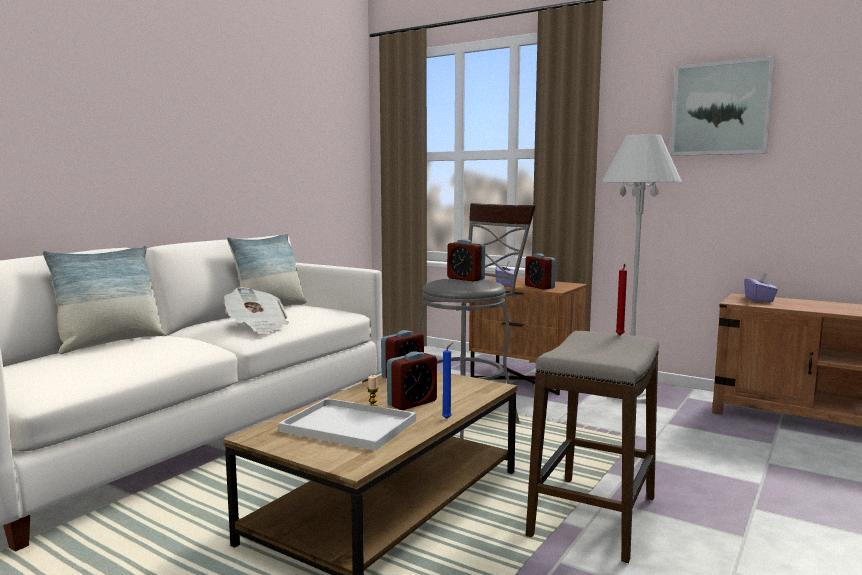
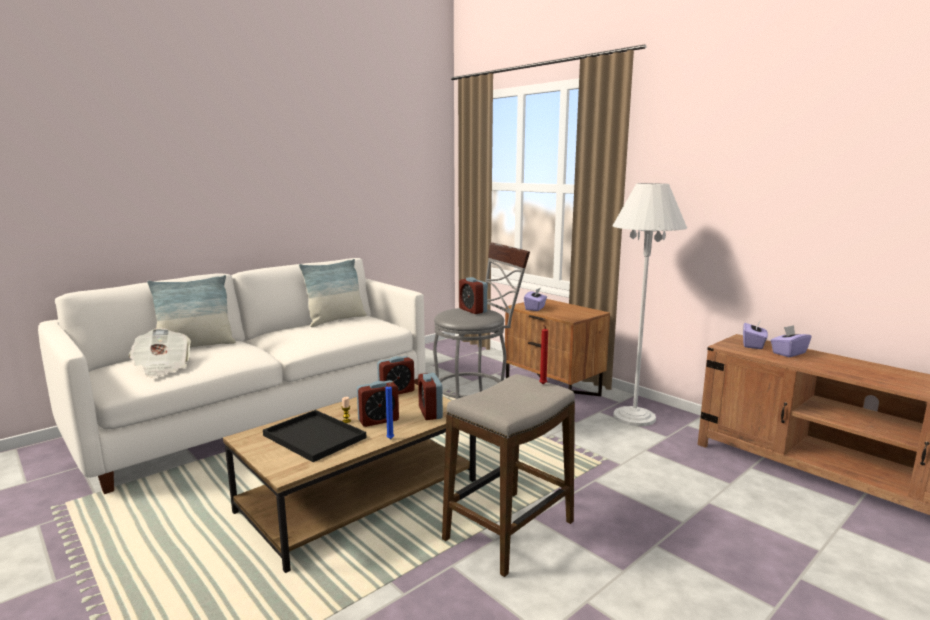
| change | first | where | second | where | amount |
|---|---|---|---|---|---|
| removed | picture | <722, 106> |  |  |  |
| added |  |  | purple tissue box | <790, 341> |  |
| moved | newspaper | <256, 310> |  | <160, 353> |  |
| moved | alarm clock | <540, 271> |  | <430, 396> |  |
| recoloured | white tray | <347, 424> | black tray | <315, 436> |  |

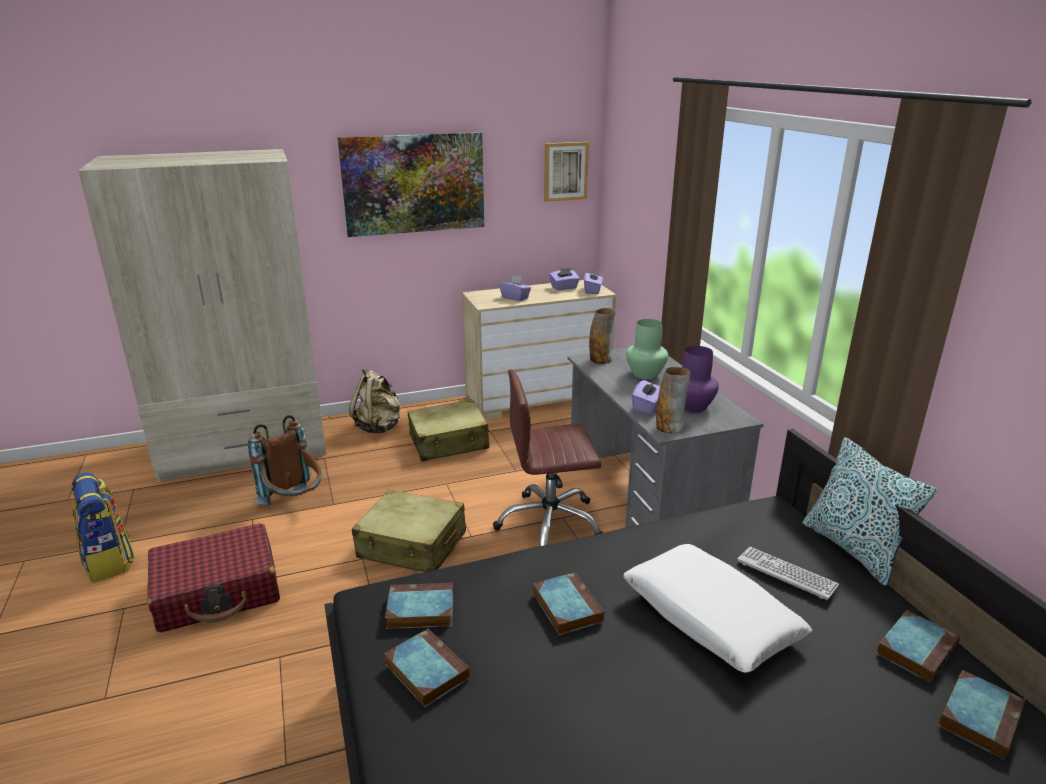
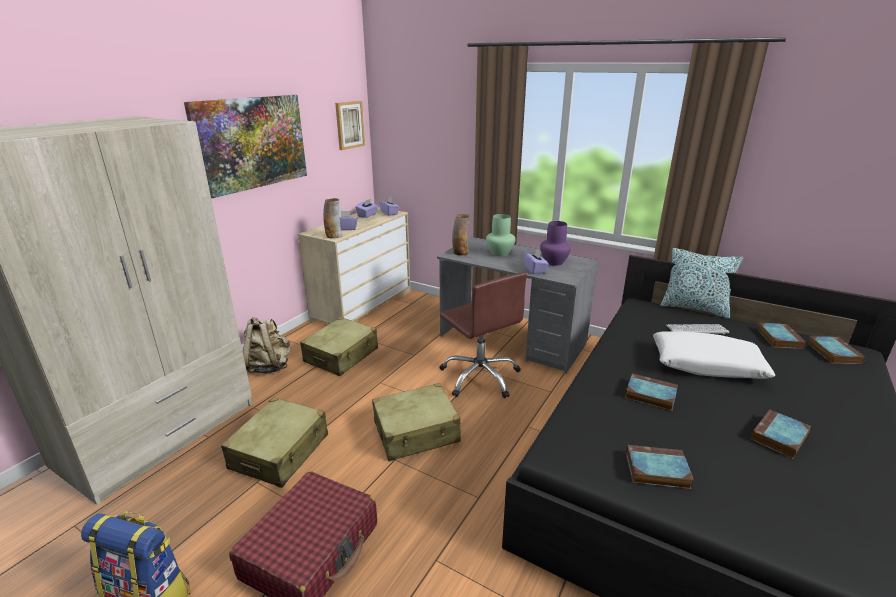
| change | first | where | second | where | amount |
|---|---|---|---|---|---|
| moved | book | <419, 606> |  | <781, 434> |  |
| moved | vase | <673, 400> |  | <332, 218> |  |
| replaced | brown backpack | <285, 460> | beige suitcase | <274, 442> |  |
| turned | brown office chair | <548, 457> |  | <483, 335> | 75 degrees counterclockwise |

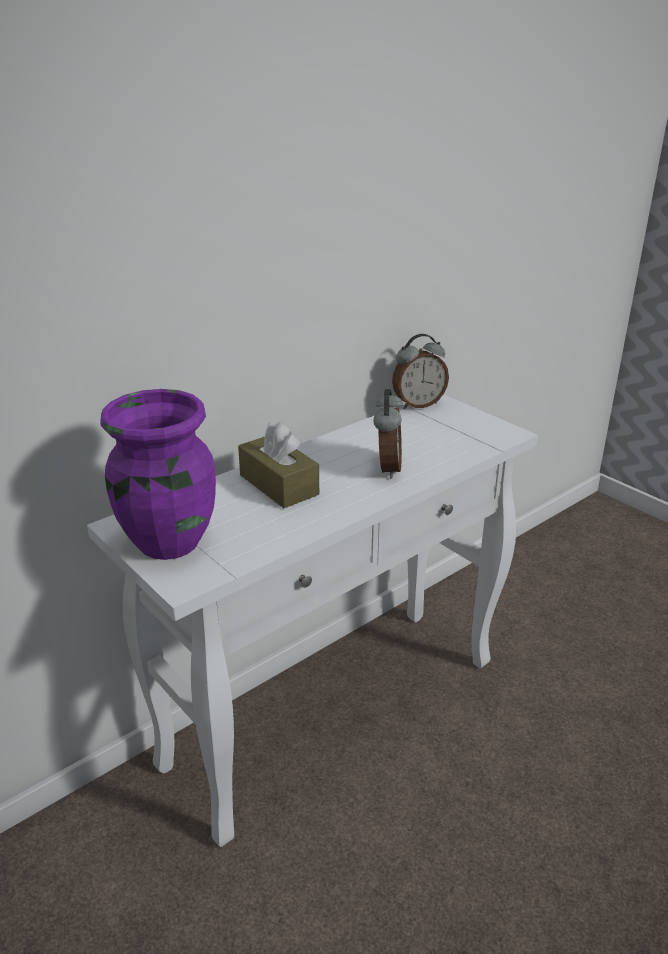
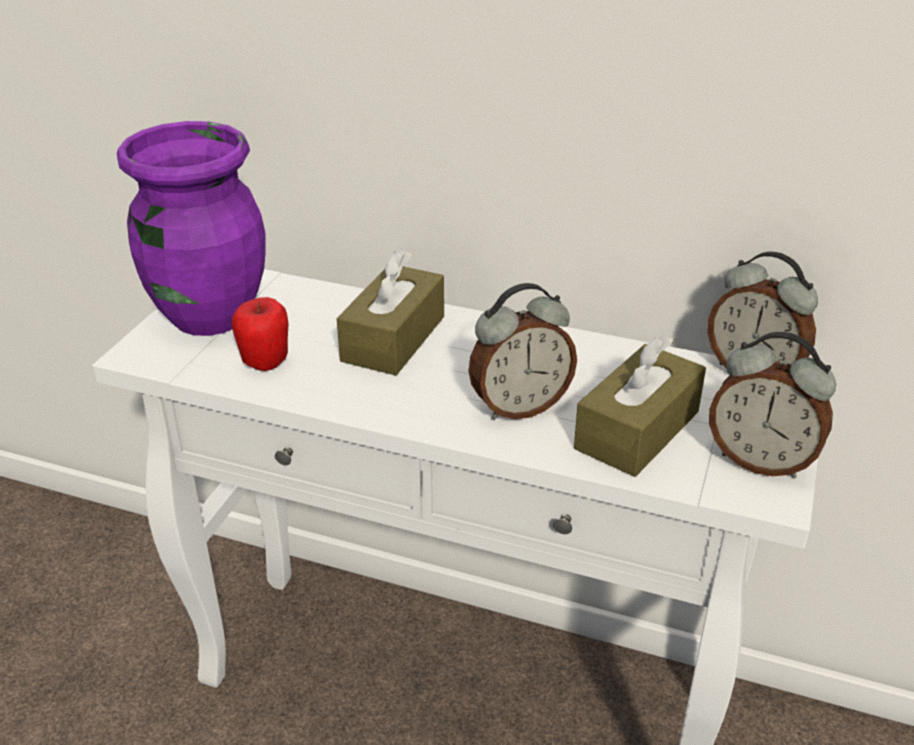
| change | first | where | second | where | amount |
|---|---|---|---|---|---|
| added |  |  | apple | <260, 334> |  |
| added |  |  | brown tissue box | <640, 405> |  |
| added |  |  | alarm clock | <772, 405> |  |

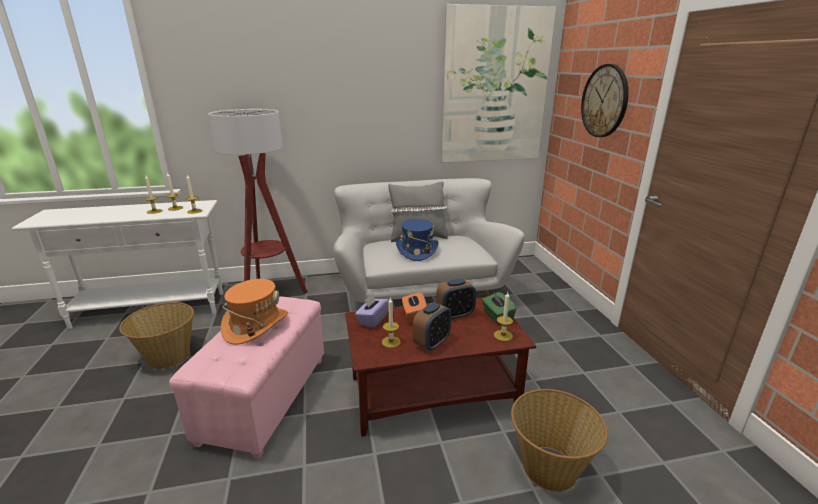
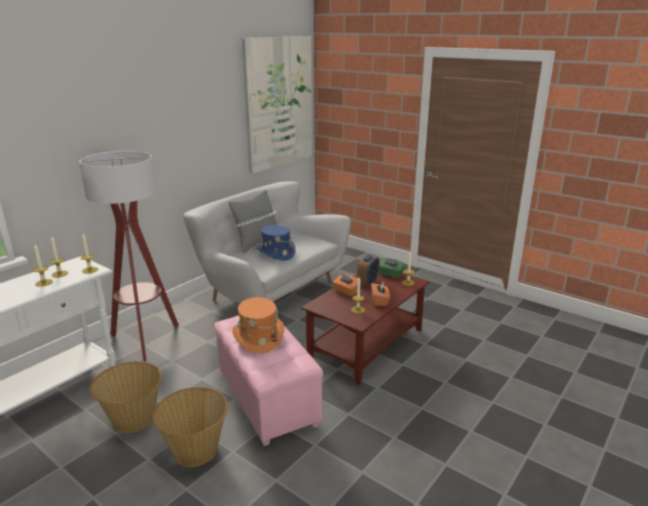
| change | first | where | second | where | amount |
|---|---|---|---|---|---|
| removed | purple tissue box | <372, 311> |  |  |  |
| removed | wall clock | <605, 100> |  |  |  |
| moved | basket | <559, 440> |  | <190, 427> |  |
| replaced | alarm clock | <432, 326> | orange tissue box | <380, 294> |  |

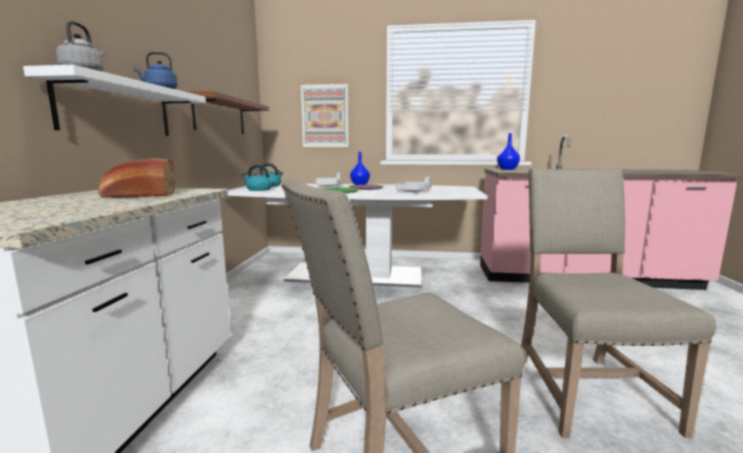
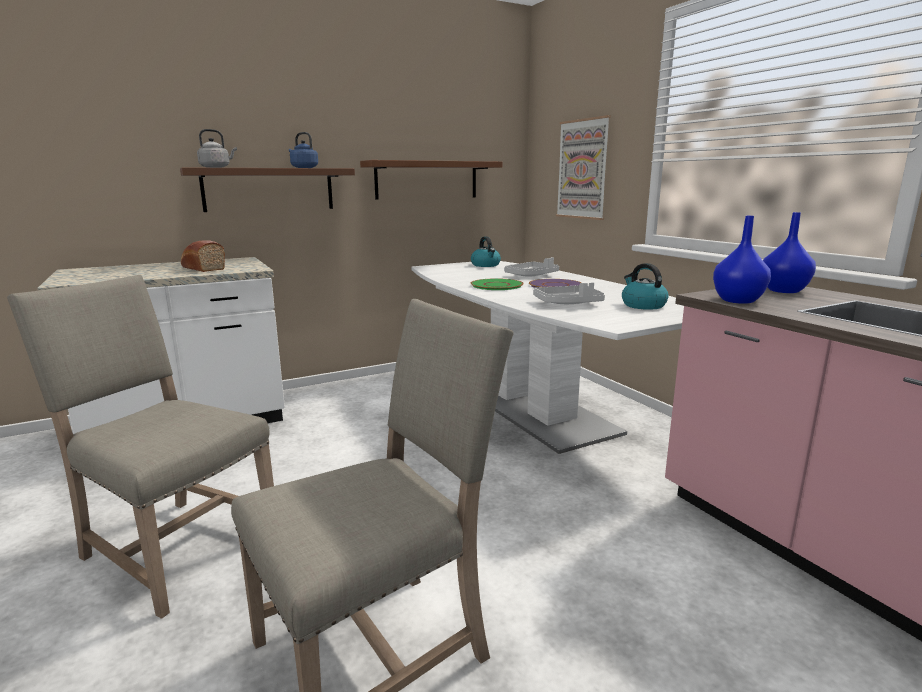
| change | first | where | second | where | amount |
|---|---|---|---|---|---|
| moved | kettle | <257, 178> |  | <645, 286> |  |
| moved | blue vase | <360, 168> |  | <742, 260> |  |
| recoloured | white shelf | <114, 100> | brown shelf | <267, 189> |  |

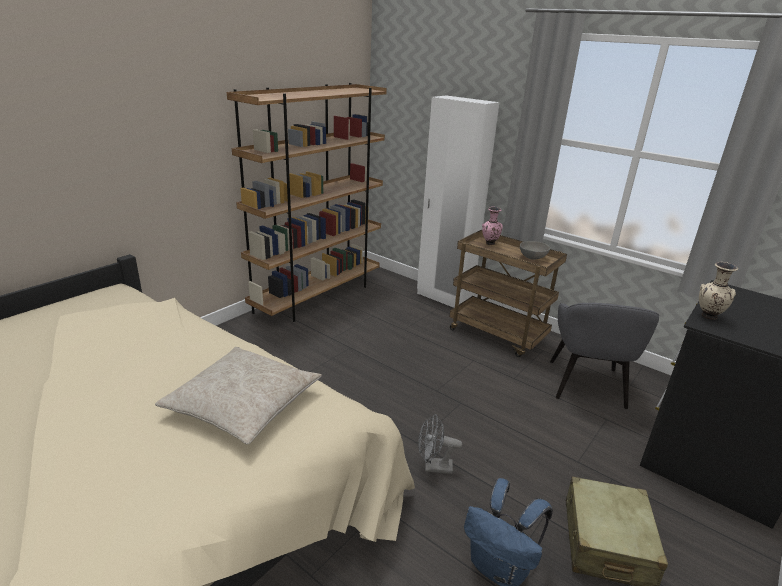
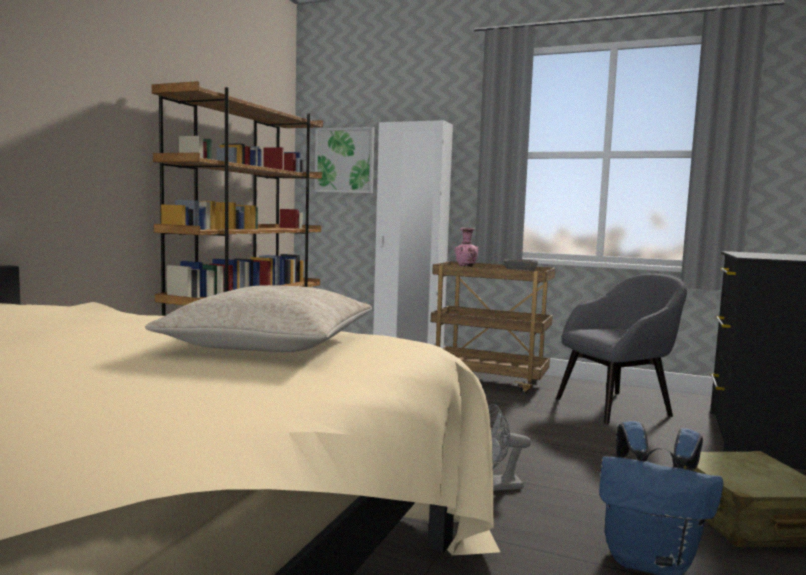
| change | first | where | second | where | amount |
|---|---|---|---|---|---|
| removed | beige vase | <718, 291> |  |  |  |
| added |  |  | picture | <345, 160> |  |
| turned | grey armchair | <604, 356> |  | <621, 348> | 105 degrees counterclockwise |

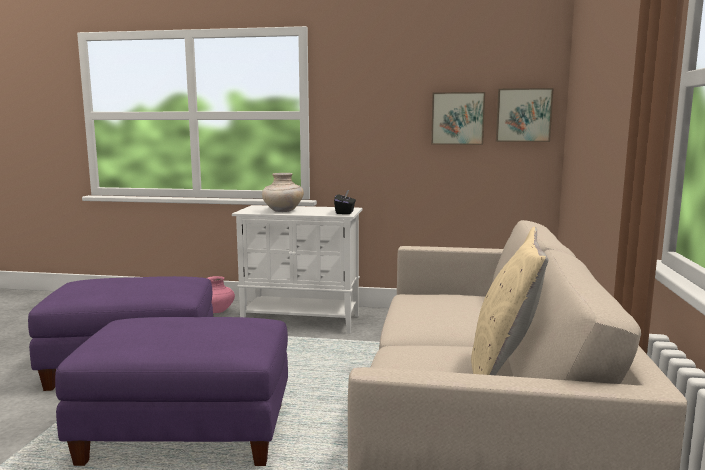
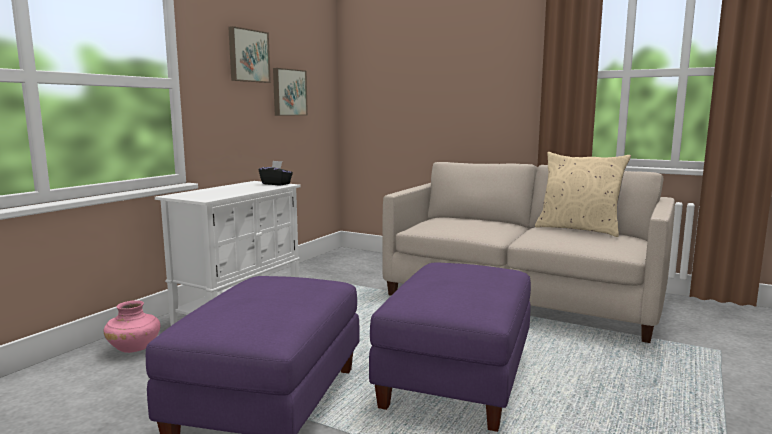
| change | first | where | second | where | amount |
|---|---|---|---|---|---|
| removed | beige vase | <283, 192> |  |  |  |
| moved | picture | <525, 115> |  | <249, 54> |  |

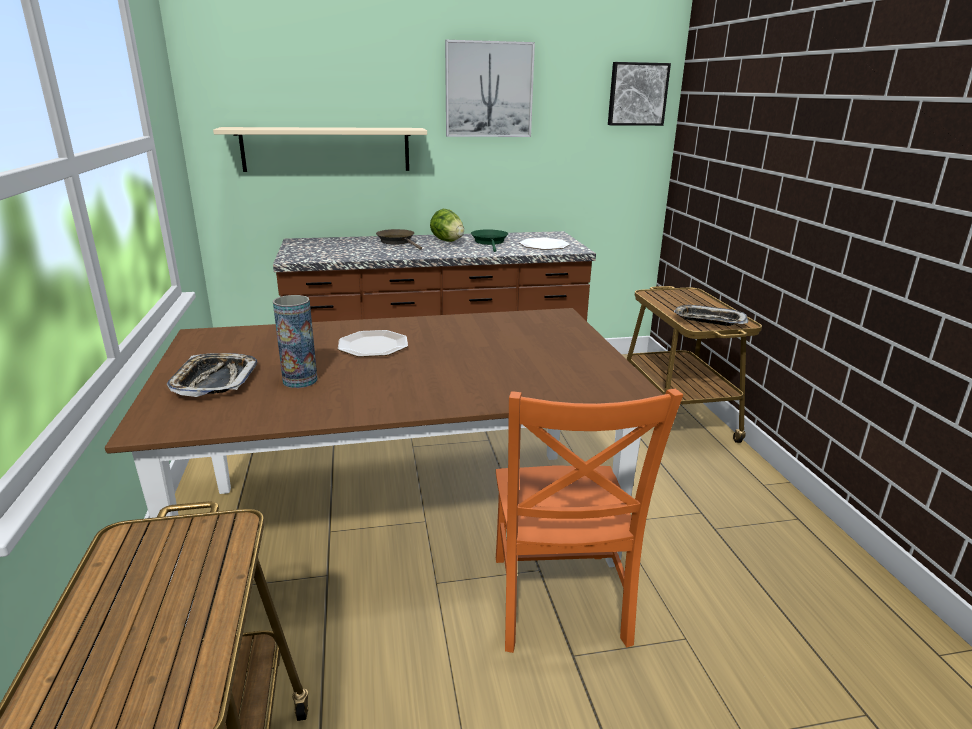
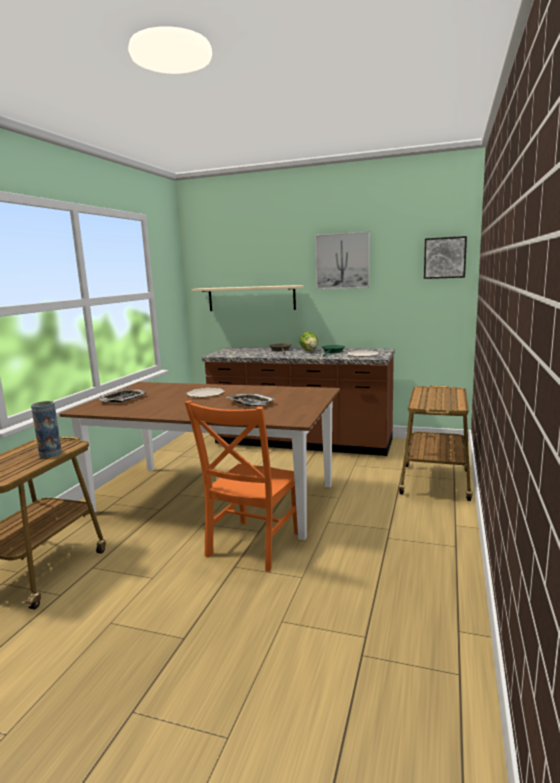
| change | first | where | second | where | amount |
|---|---|---|---|---|---|
| moved | vase | <295, 341> |  | <46, 429> |  |
| moved | tray | <711, 315> |  | <250, 400> |  |

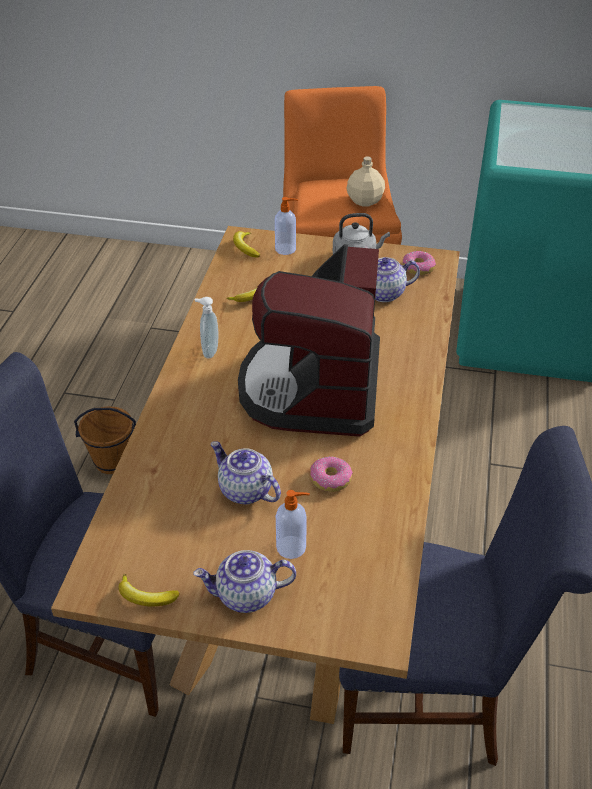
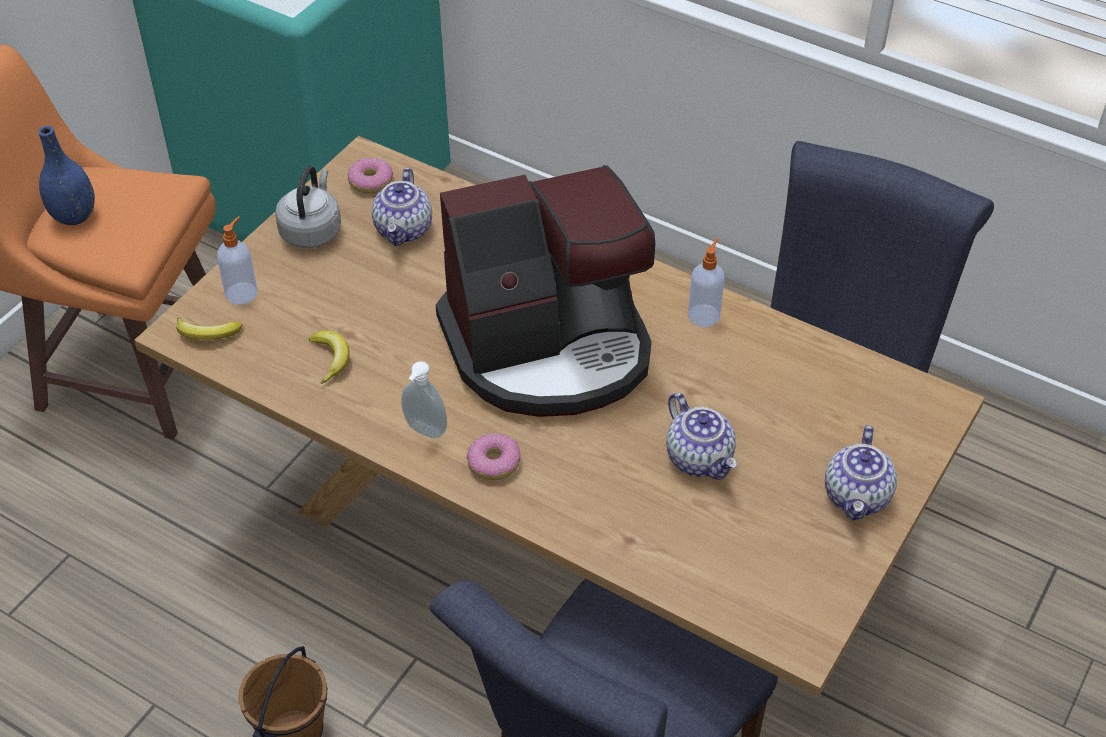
| change | first | where | second | where | amount |
|---|---|---|---|---|---|
| removed | banana | <149, 590> |  |  |  |
| removed | beige bottle | <365, 181> |  |  |  |
| added |  |  | blue vase | <66, 175> |  |
| moved | soap dispenser | <293, 524> |  | <706, 282> |  |
| moved | donut | <331, 474> |  | <494, 456> |  |
| turned | teapot | <246, 472> |  | <701, 436> | 90 degrees counterclockwise |
| turned | coffee machine | <309, 340> |  | <545, 291> | 45 degrees counterclockwise |

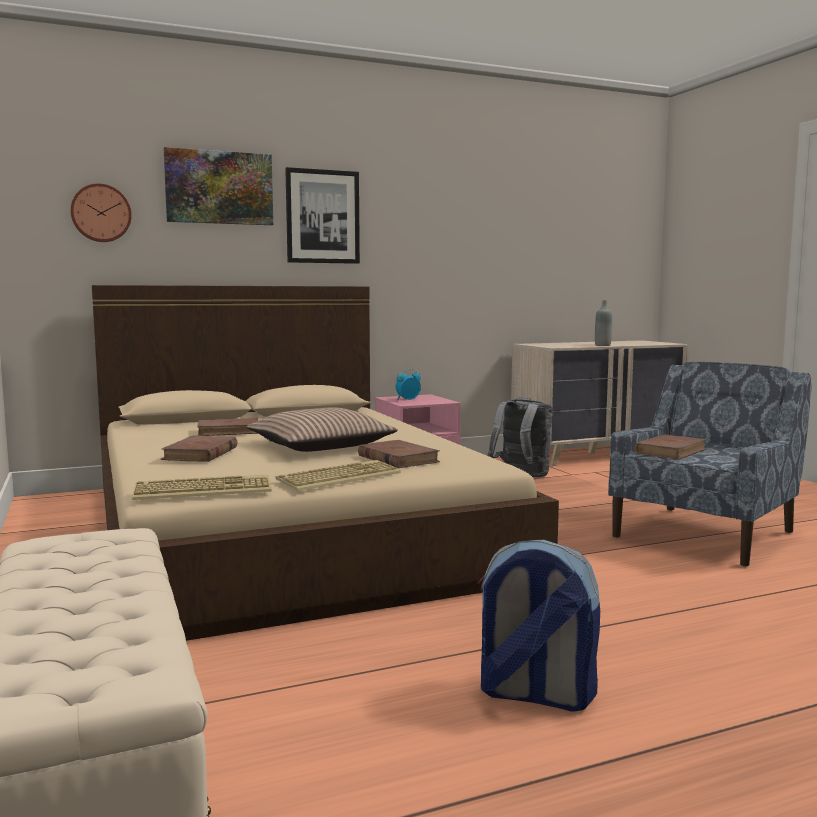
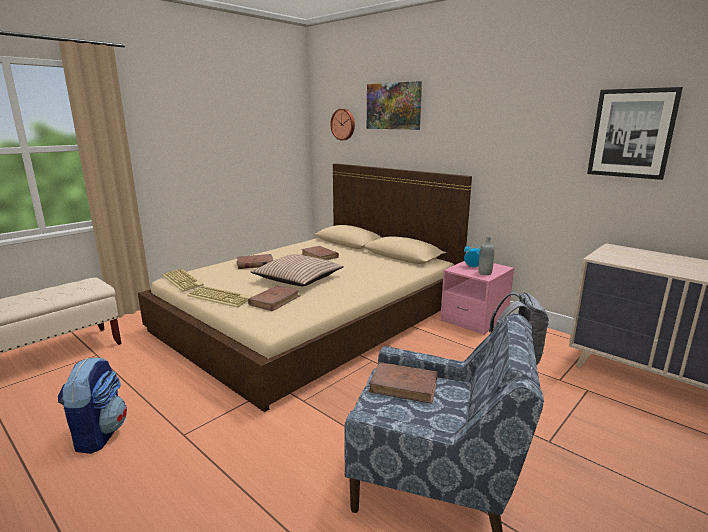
| change | first | where | second | where | amount |
|---|---|---|---|---|---|
| moved | picture | <322, 215> |  | <635, 133> |  |
| moved | grey bottle | <603, 323> |  | <486, 255> |  |

